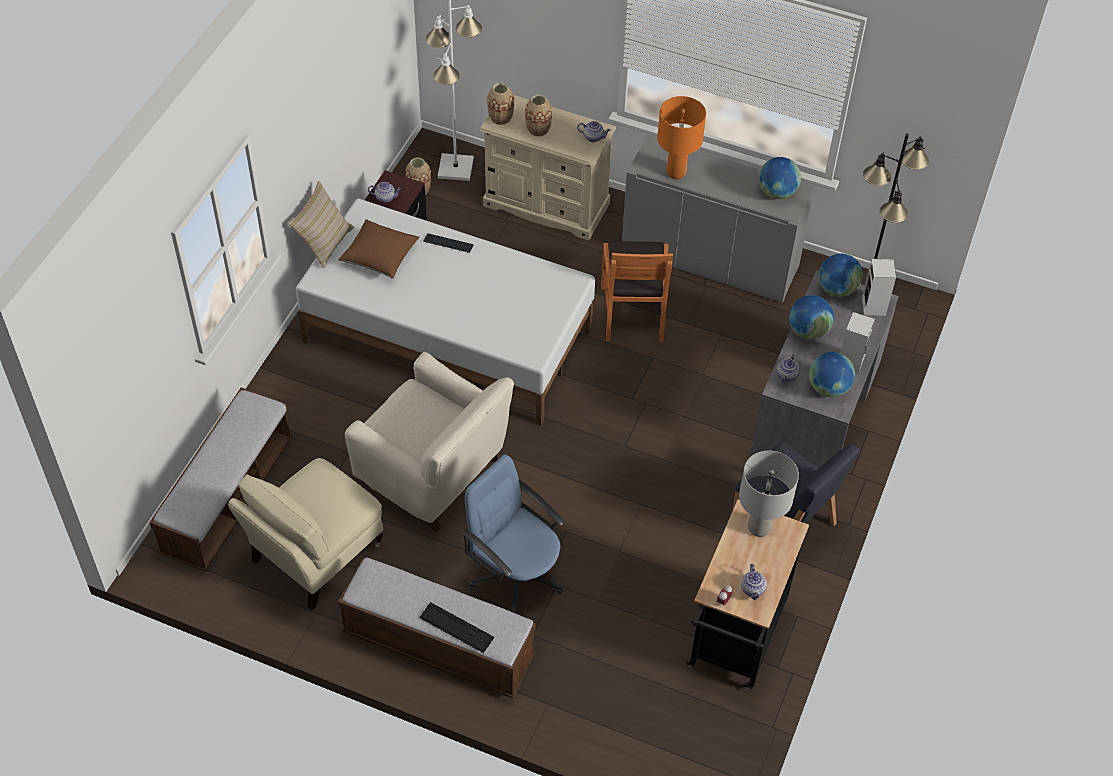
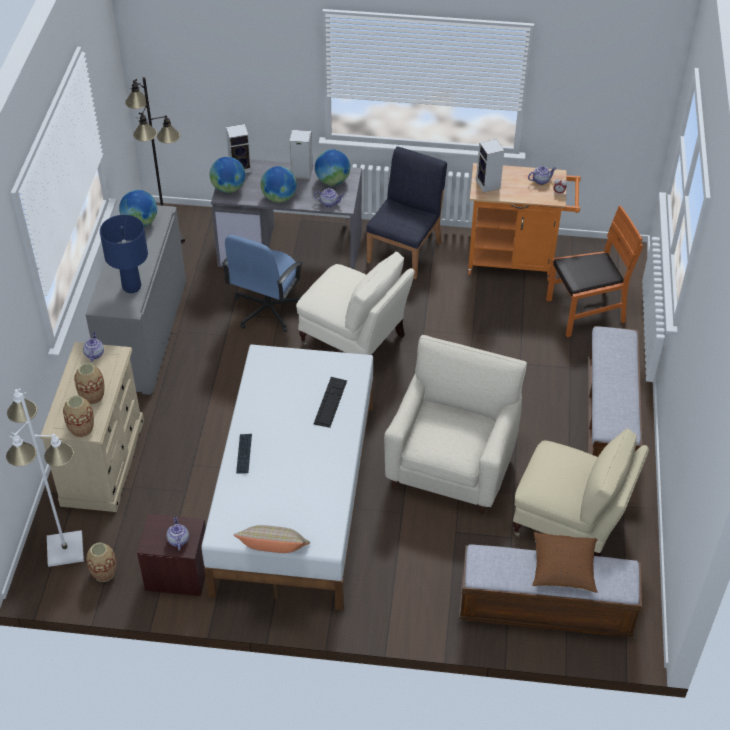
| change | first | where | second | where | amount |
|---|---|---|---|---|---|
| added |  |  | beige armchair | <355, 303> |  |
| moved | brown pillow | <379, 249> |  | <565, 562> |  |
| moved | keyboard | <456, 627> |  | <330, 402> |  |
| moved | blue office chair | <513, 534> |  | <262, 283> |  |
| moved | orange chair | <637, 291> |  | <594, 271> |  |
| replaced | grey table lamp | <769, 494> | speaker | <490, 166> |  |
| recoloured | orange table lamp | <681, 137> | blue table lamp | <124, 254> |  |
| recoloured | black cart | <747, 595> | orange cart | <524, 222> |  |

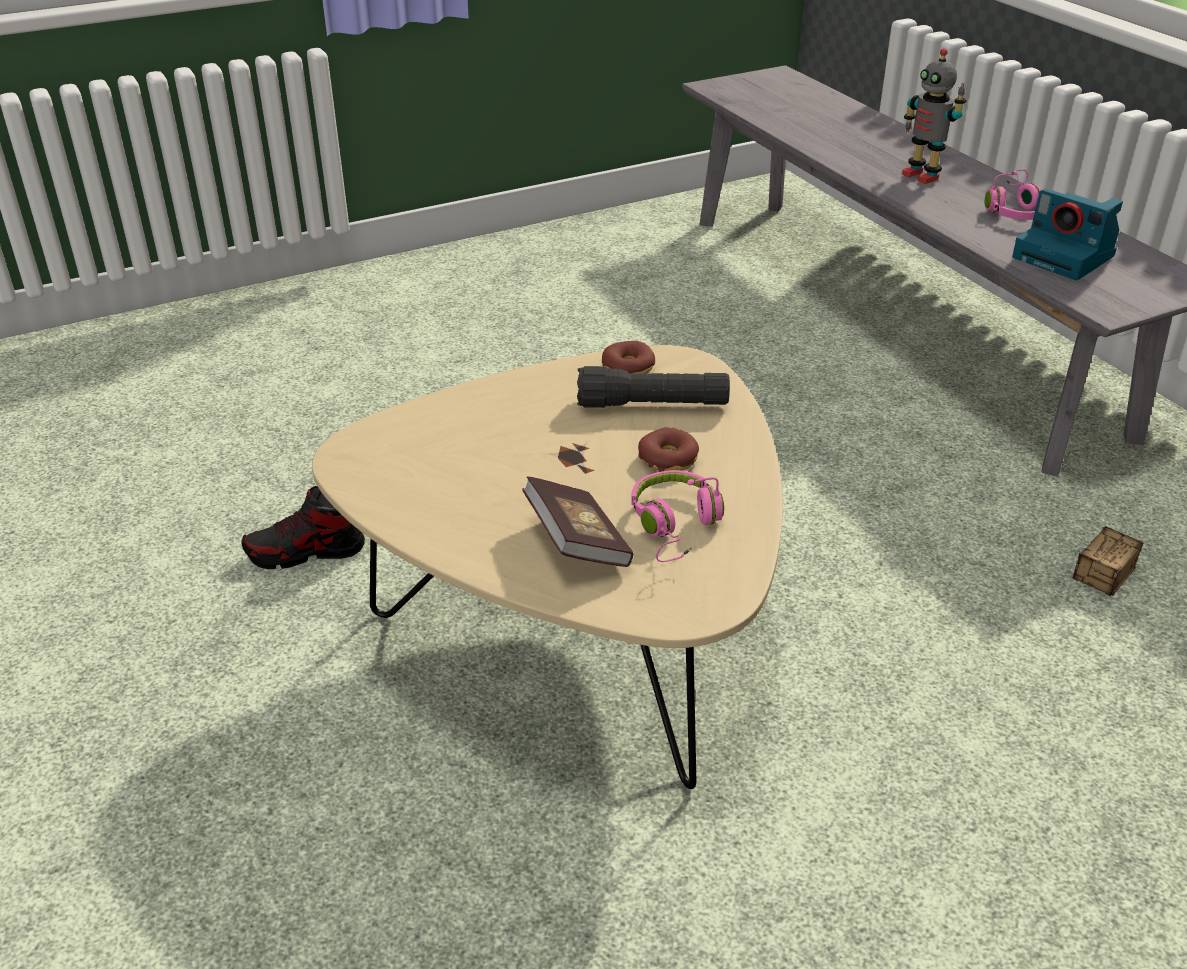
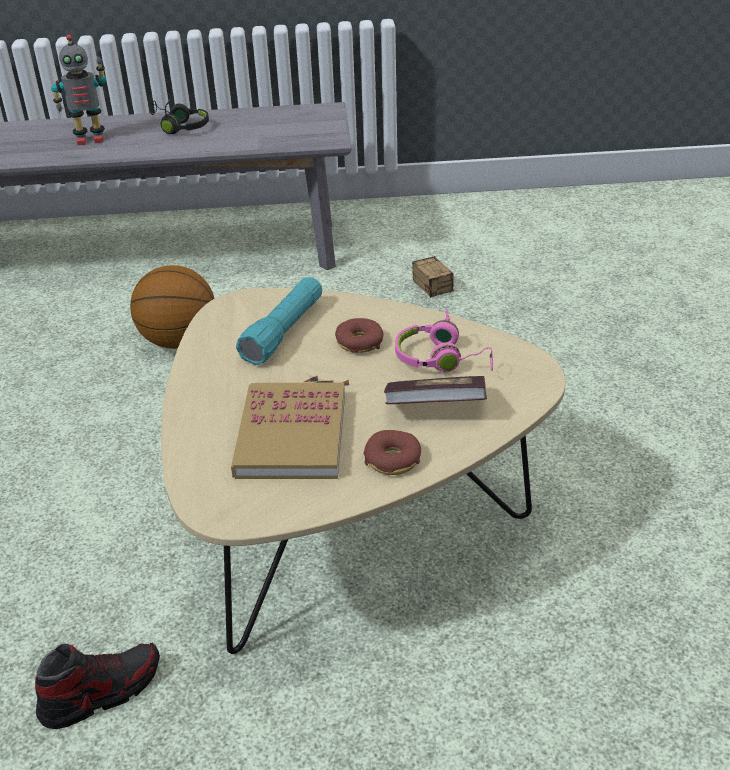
| change | first | where | second | where | amount |
|---|---|---|---|---|---|
| removed | photo camera | <1067, 234> |  |  |  |
| added |  |  | basketball | <172, 307> |  |
| added |  |  | book | <288, 430> |  |
| moved | donut | <628, 357> |  | <392, 452> |  |
| recoloured | black flashlight | <653, 387> | turquoise flashlight | <279, 321> |  |
| recoloured | pink headphones | <1013, 195> | black headphones | <179, 116> |  |
| turned | shoe | <303, 527> |  | <97, 686> | 135 degrees counterclockwise |

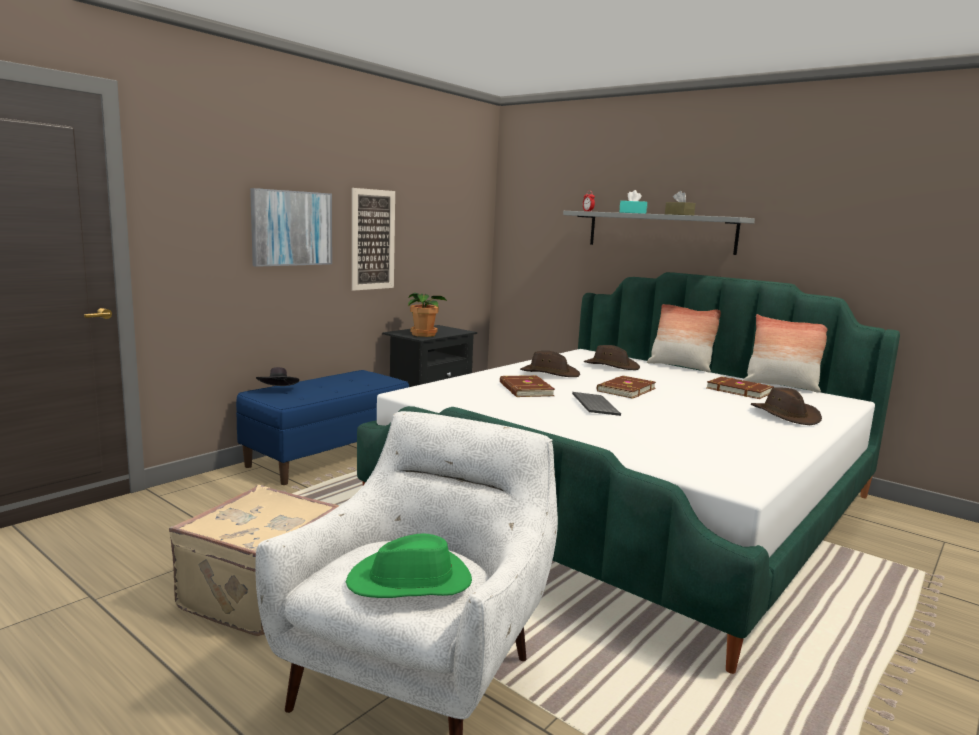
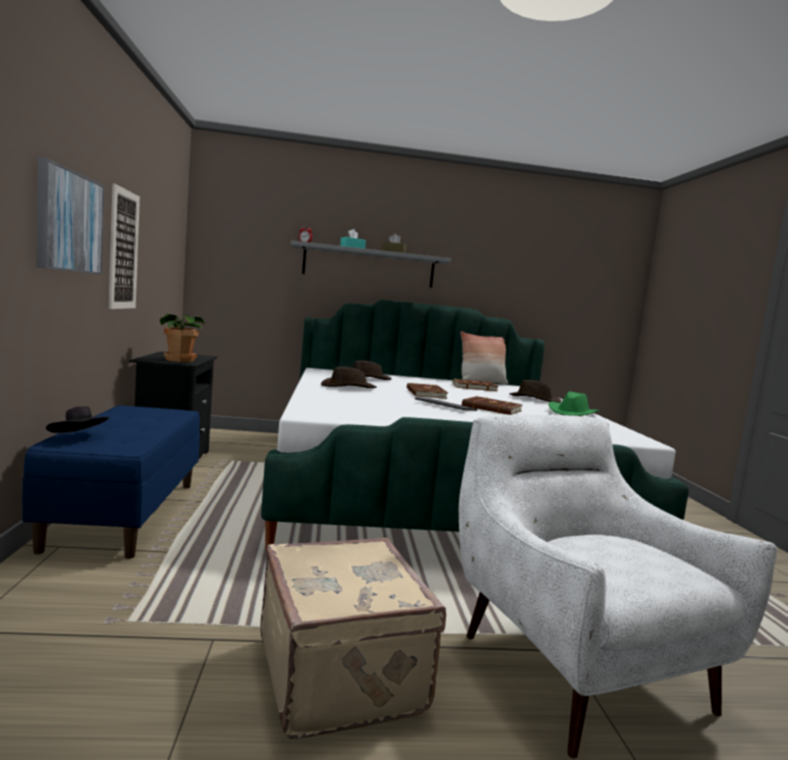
| change | first | where | second | where | amount |
|---|---|---|---|---|---|
| removed | pillow | <684, 338> |  |  |  |
| moved | green hat | <409, 566> |  | <574, 404> |  |
| moved | brown book | <527, 386> |  | <492, 405> |  |

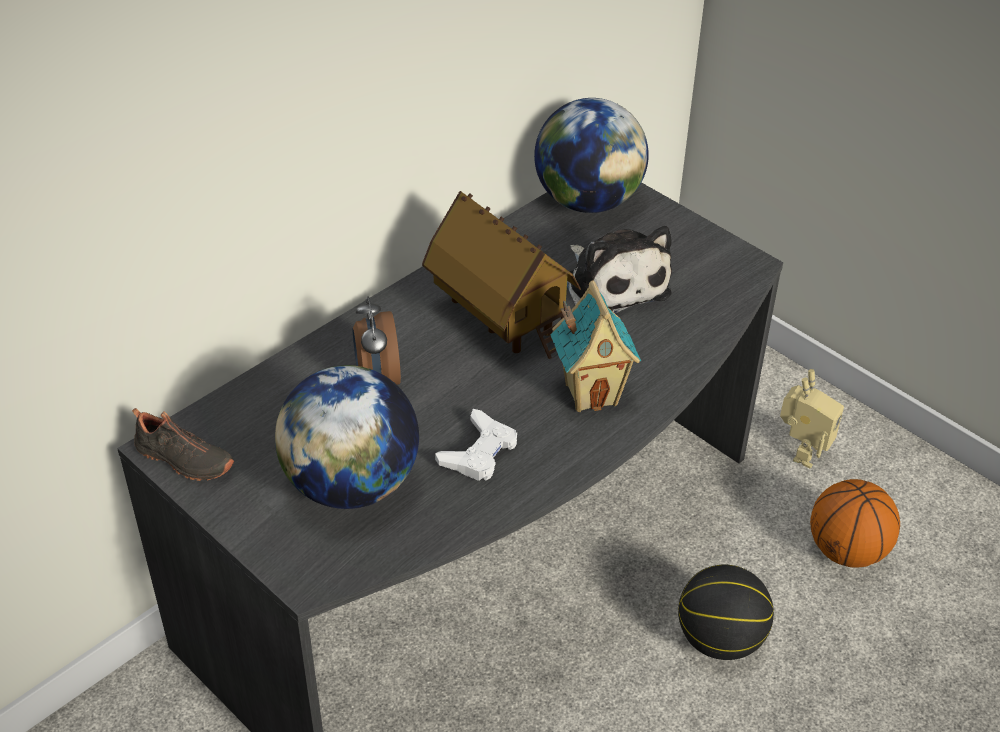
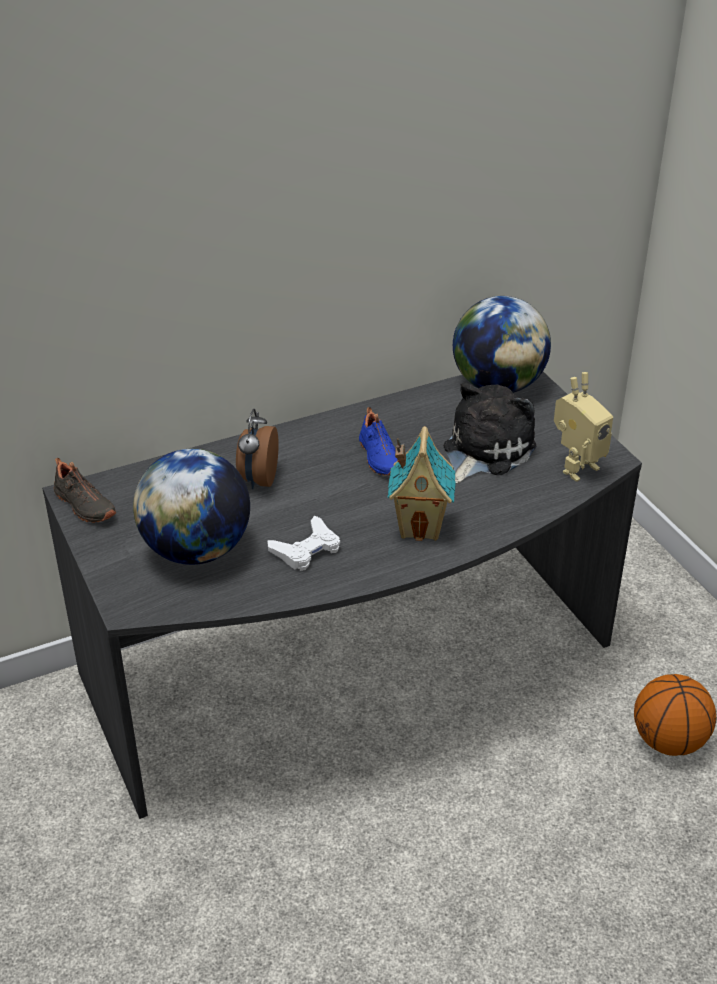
| change | first | where | second | where | amount |
|---|---|---|---|---|---|
| removed | basketball | <726, 612> |  |  |  |
| moved | toy robot | <812, 418> |  | <583, 427> |  |
| replaced | toy house | <501, 275> | blue shoe | <378, 441> |  |
| turned | plush toy | <619, 269> |  | <490, 433> | 135 degrees counterclockwise |

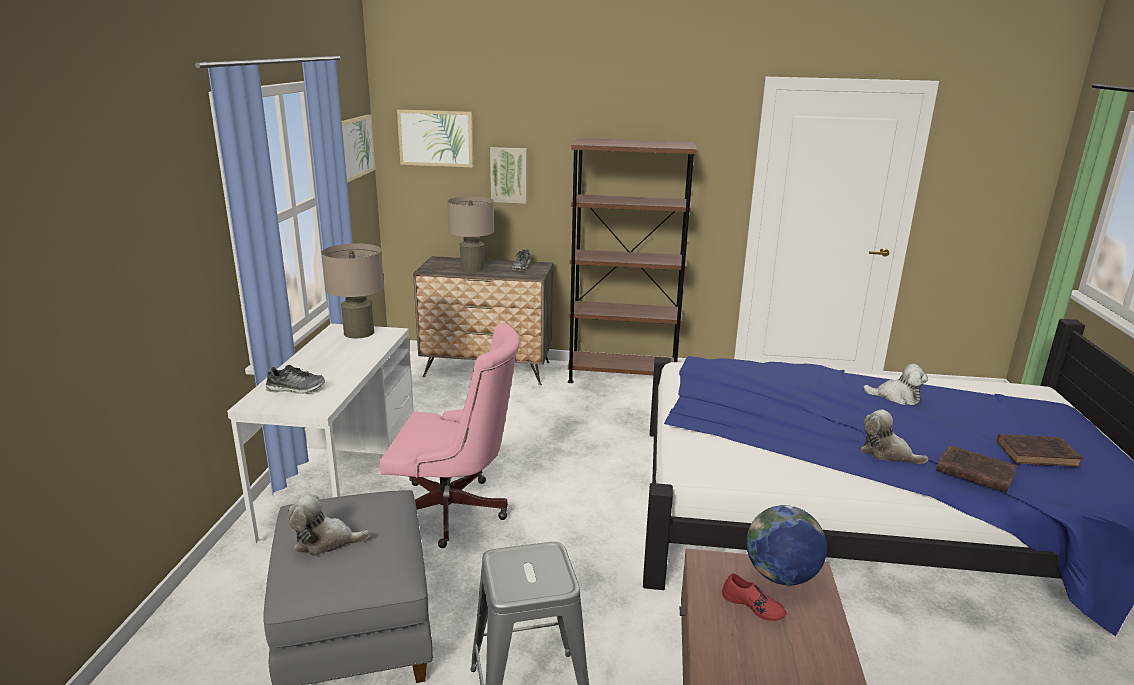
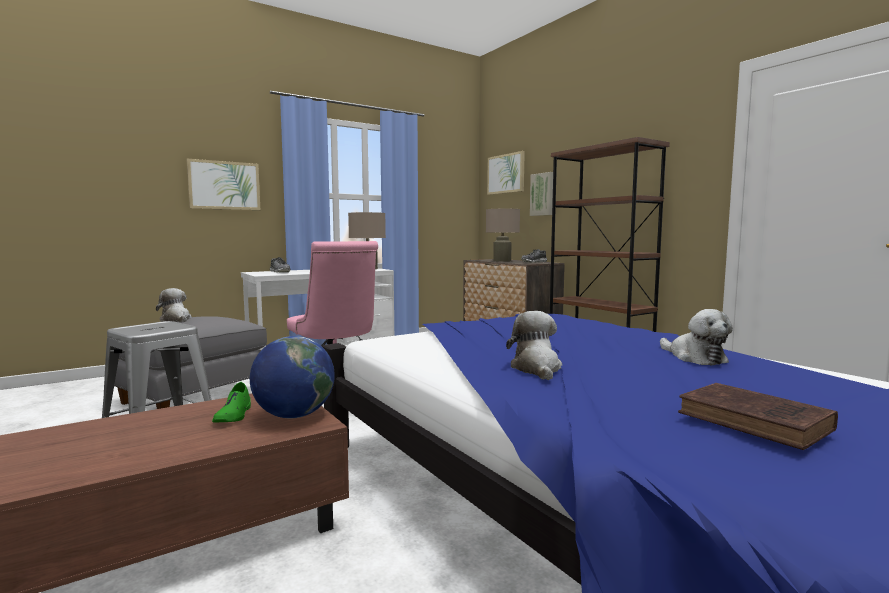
| change | first | where | second | where | amount |
|---|---|---|---|---|---|
| removed | brown book | <976, 469> |  |  |  |
| moved | picture | <358, 148> |  | <223, 184> |  |
| recoloured | red shoe | <754, 597> | green shoe | <231, 402> |  |

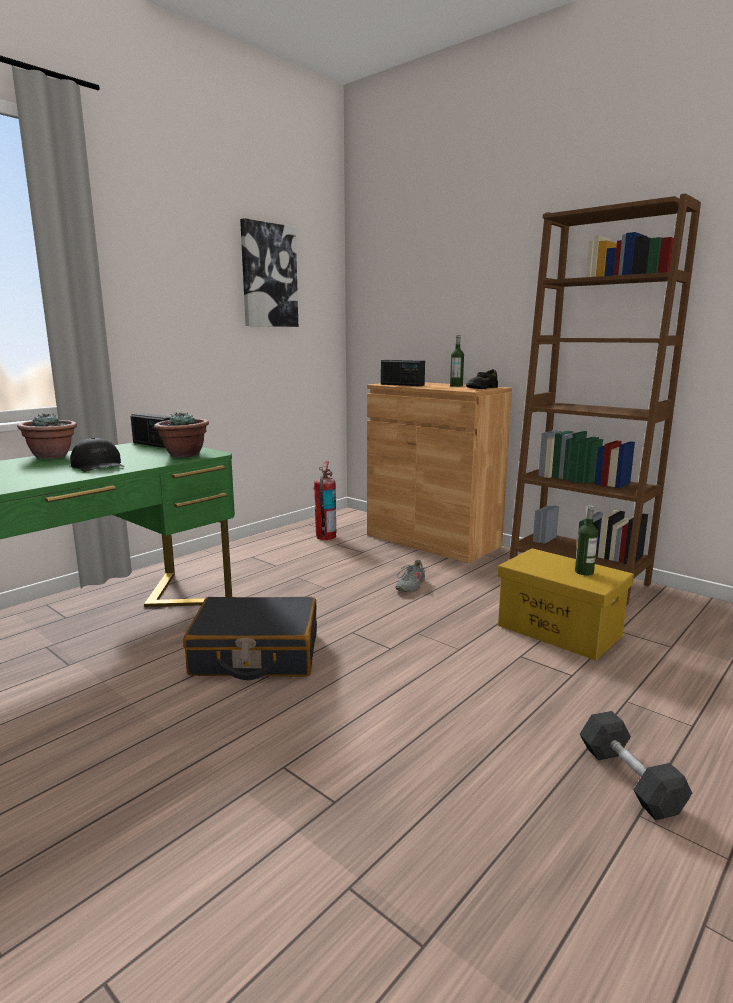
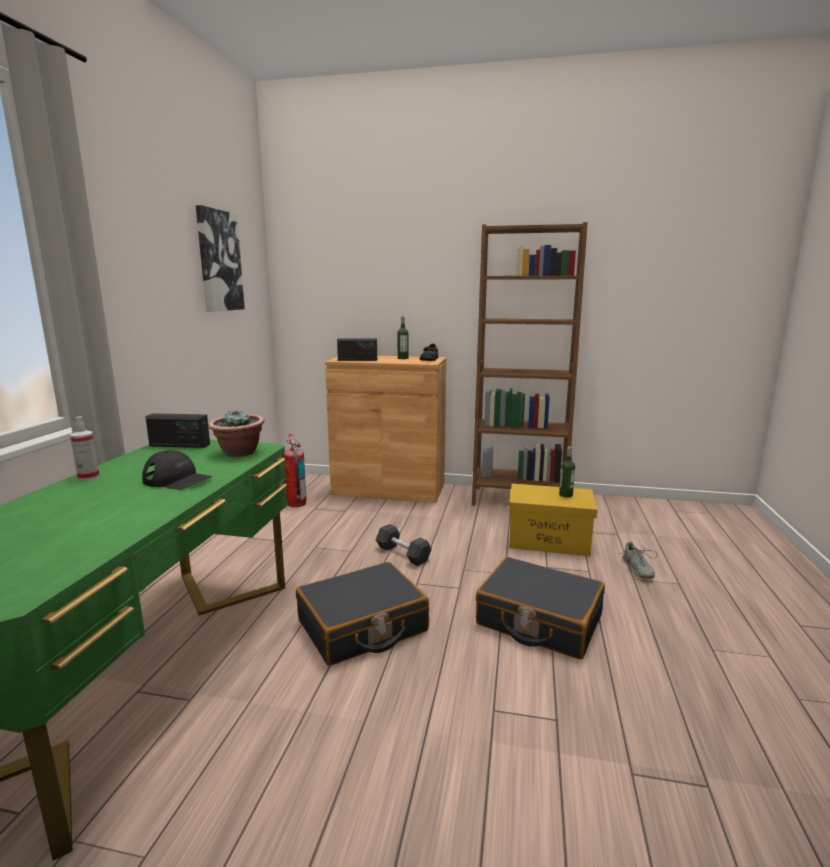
| change | first | where | second | where | amount |
|---|---|---|---|---|---|
| added |  |  | black suitcase | <540, 608> |  |
| moved | grey shoe | <411, 575> |  | <638, 560> |  |
| moved | grey dumbbell | <636, 765> |  | <404, 545> |  |
| replaced | potted plant | <47, 436> | spray bottle | <85, 448> |  |

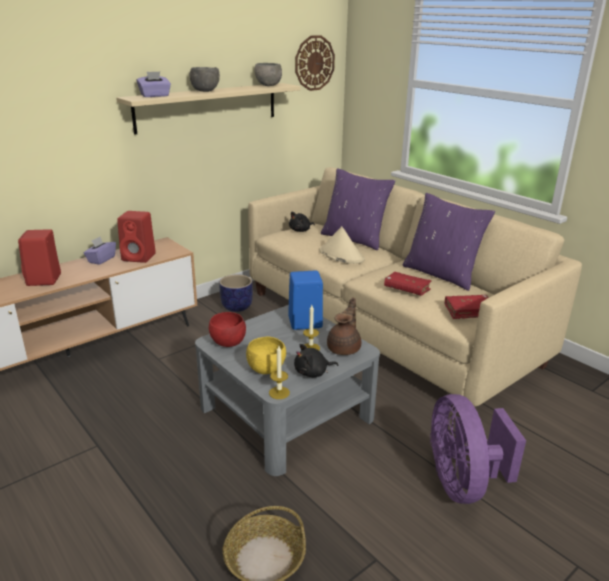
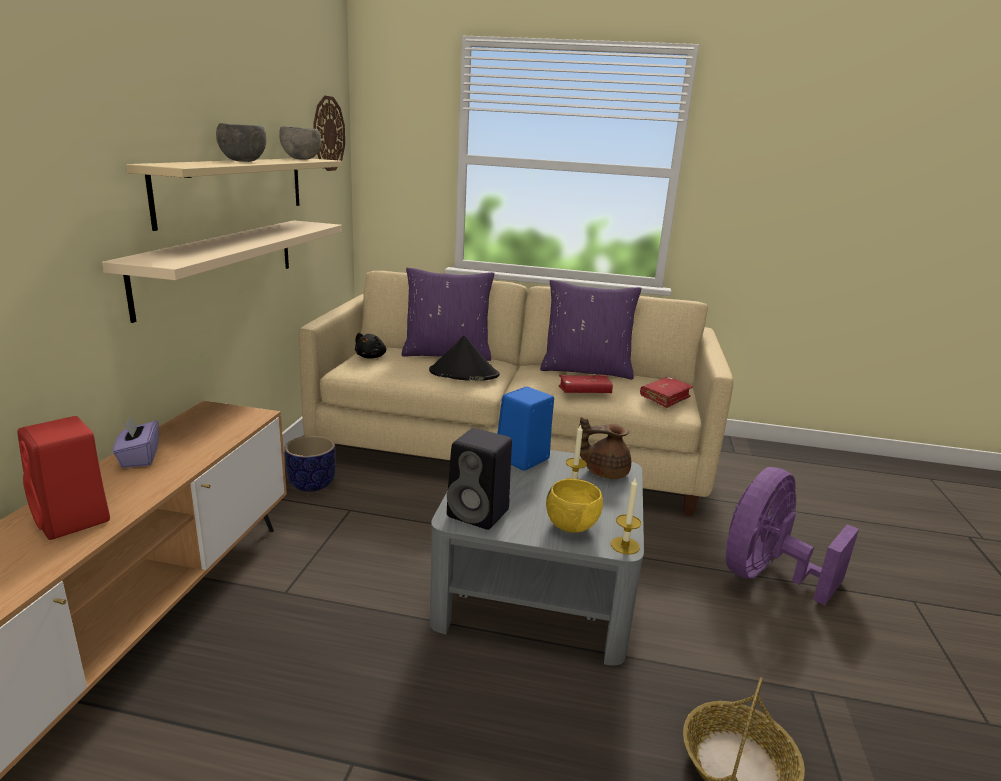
| change | first | where | second | where | amount |
|---|---|---|---|---|---|
| removed | red speaker | <136, 237> |  |  |  |
| removed | purple tissue box | <154, 84> |  |  |  |
| removed | black plush toy | <316, 360> |  |  |  |
| added |  |  | beige shelf | <222, 271> |  |
| replaced | red bowl | <227, 329> | black speaker | <479, 479> |  |
| recoloured | beige hat | <342, 245> | black hat | <464, 358> |  |
| turned | brown teapot | <344, 326> |  | <605, 448> | 75 degrees counterclockwise |
| turned | purple fan | <478, 449> |  | <792, 536> | 90 degrees clockwise |

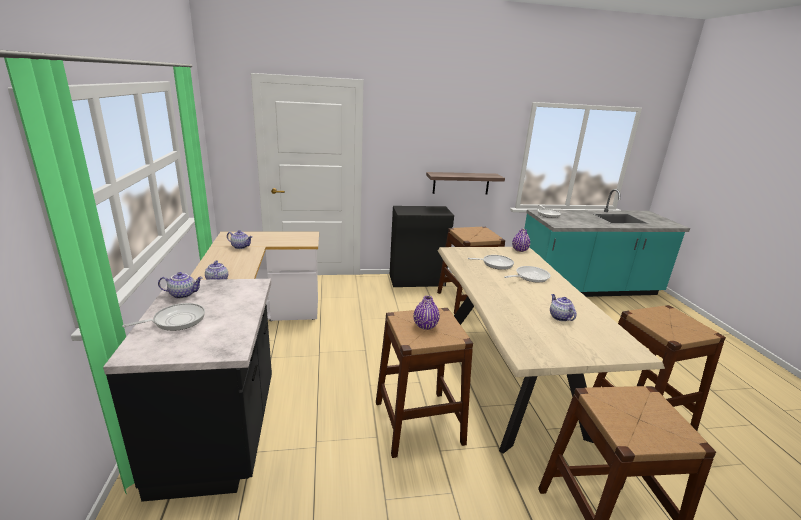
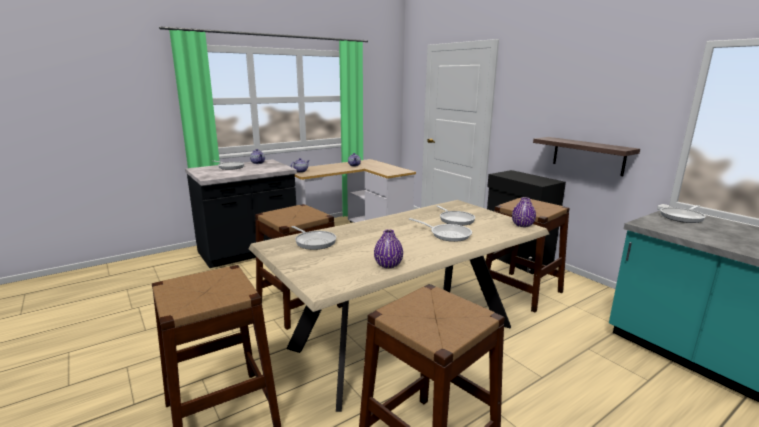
| change | first | where | second | where | amount |
|---|---|---|---|---|---|
| removed | teapot | <563, 307> |  |  |  |
| added |  |  | frying pan | <314, 238> |  |
| moved | purple vase | <426, 313> |  | <388, 248> |  |

